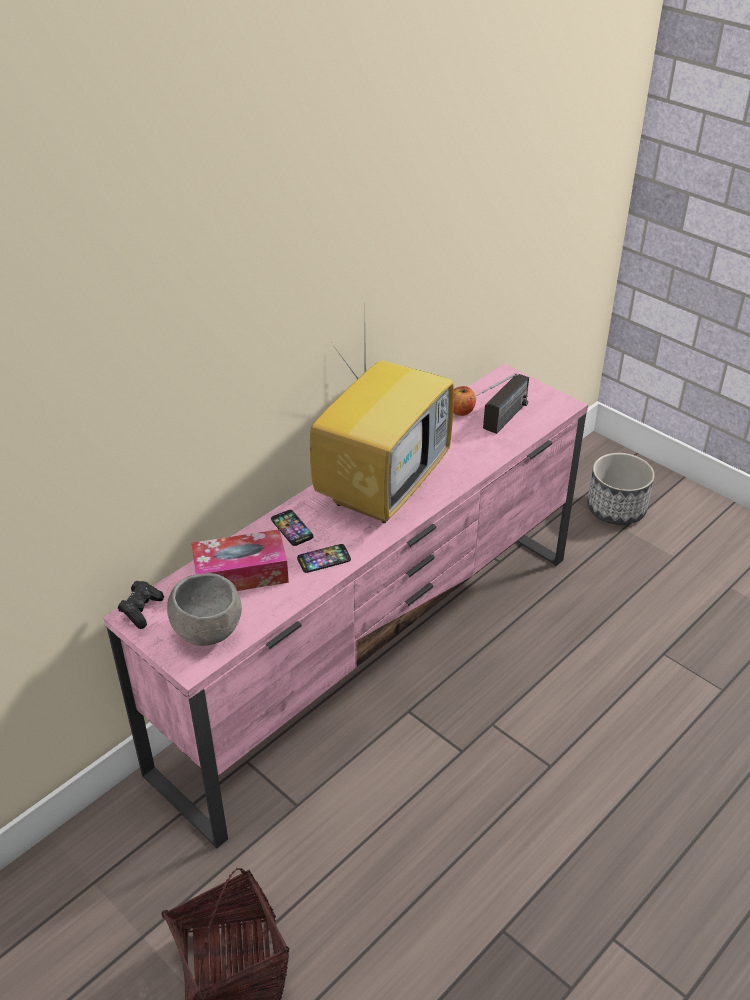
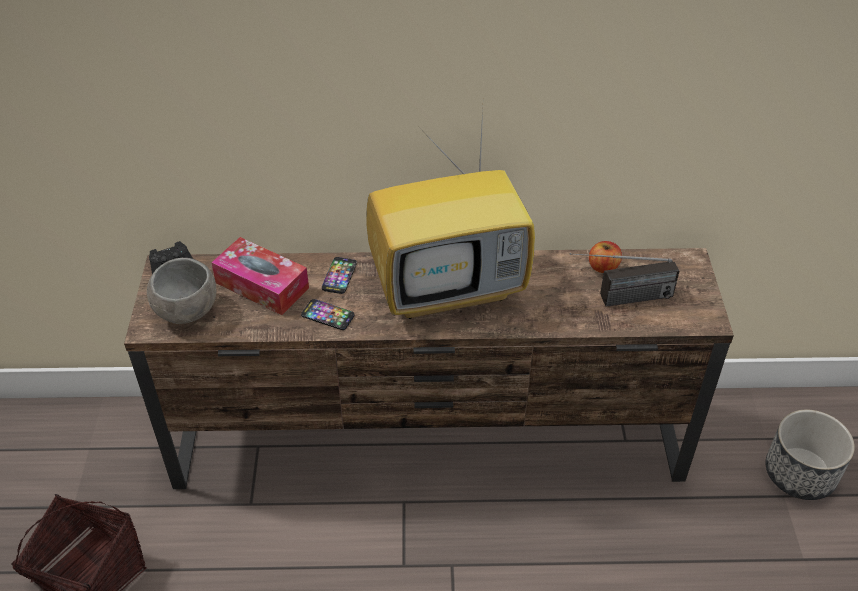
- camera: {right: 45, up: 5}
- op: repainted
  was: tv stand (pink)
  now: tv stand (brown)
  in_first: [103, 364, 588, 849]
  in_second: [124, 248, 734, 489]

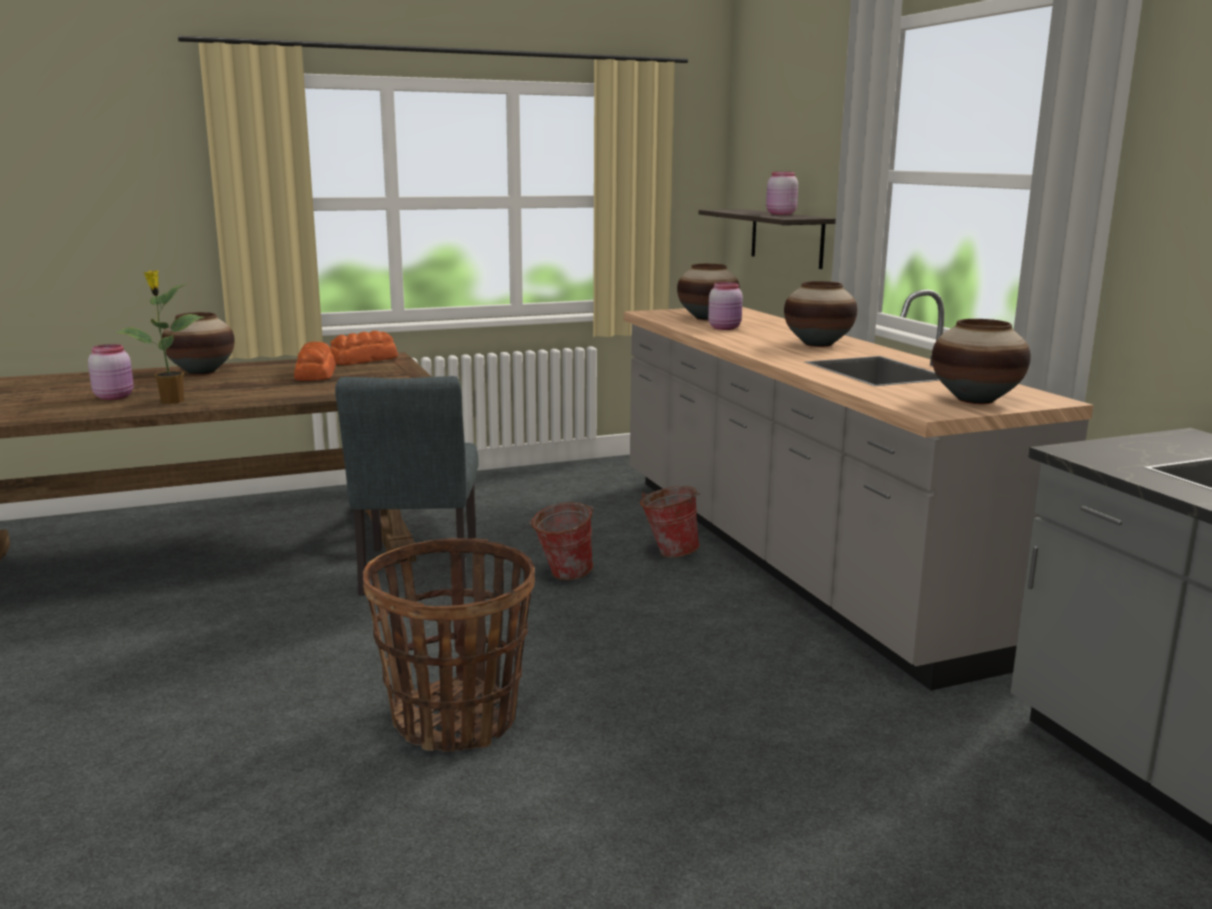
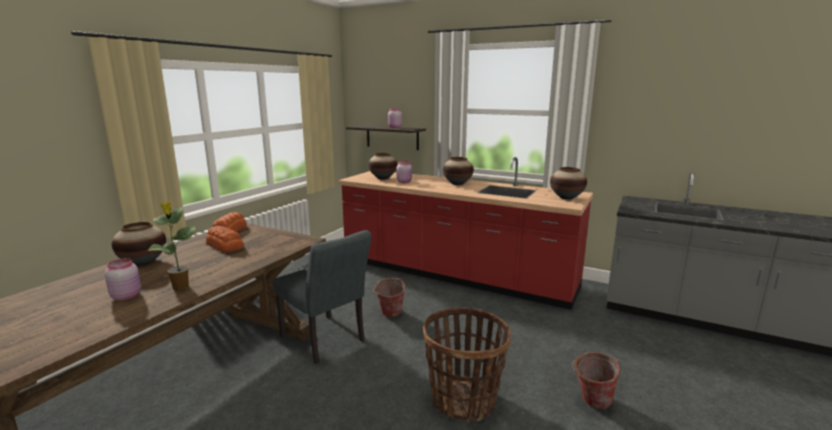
- camera: {right: -40, up: 0}
- op: shifted
  was: bucket
  in_first: [640, 486, 700, 558]
  in_second: [572, 352, 621, 409]
- op: repainted
  was: counter (grey)
  now: counter (red)
  in_first: [624, 289, 1094, 690]
  in_second: [338, 157, 593, 310]

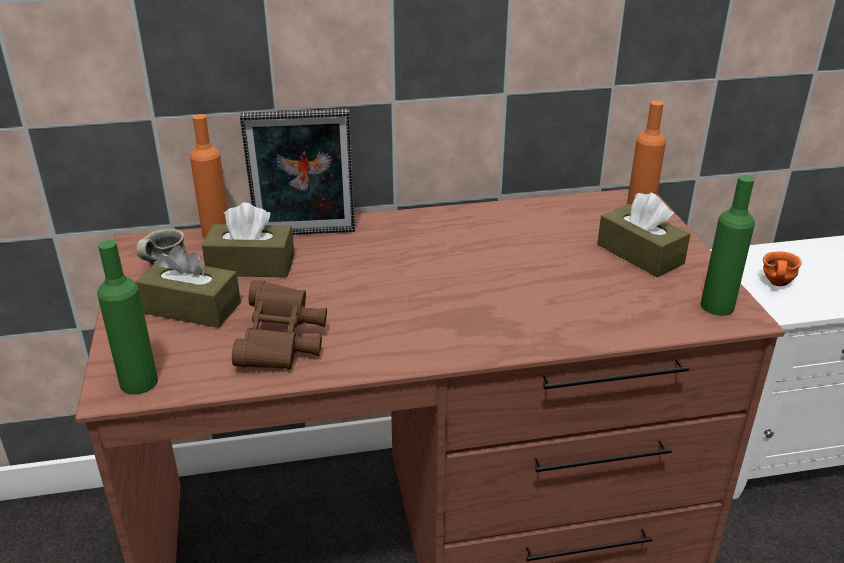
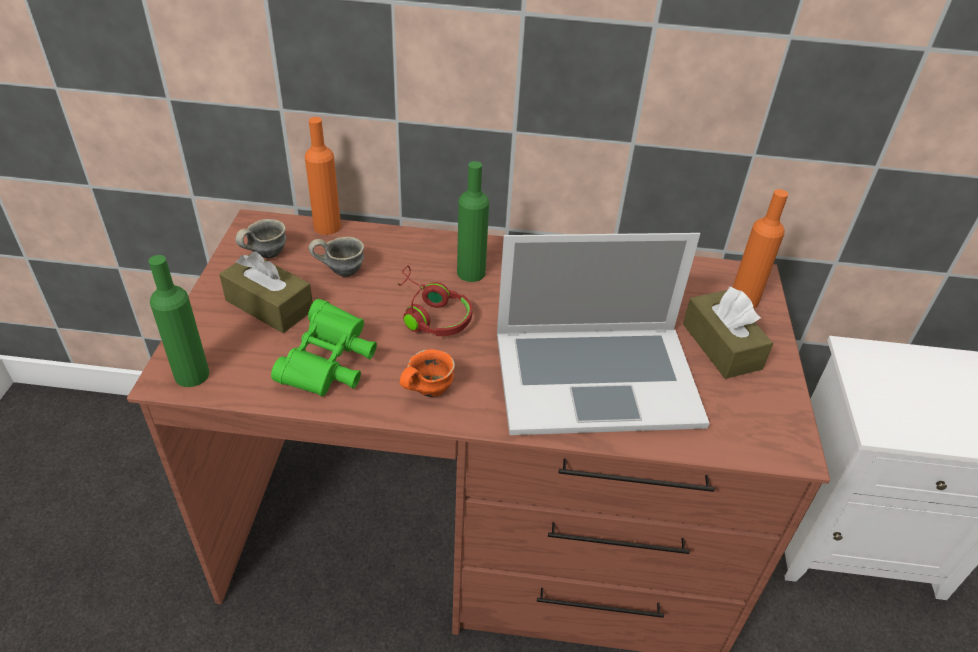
- camera: {right: 15, up: 10}
- op: gone
  was: picture frame
  in_first: [240, 109, 355, 235]
- op: new
  now: headphones (red)
  in_second: [397, 266, 473, 336]
- op: new
  now: laptop
  in_second: [497, 233, 710, 435]
- op: shifted
  was: bottle (green)
  in_first: [701, 175, 755, 316]
  in_second: [457, 161, 489, 282]
- op: shifted
  was: mug (orange)
  in_first: [763, 251, 802, 286]
  in_second: [400, 349, 455, 397]
- op: swapped
  was: tissue box (brown)
  now: mug (grey)
  in_first: [202, 203, 294, 277]
  in_second: [309, 237, 364, 277]
- op: repainted
  was: binoculars (brown)
  now: binoculars (green)
  in_first: [232, 280, 327, 370]
  in_second: [271, 299, 377, 396]

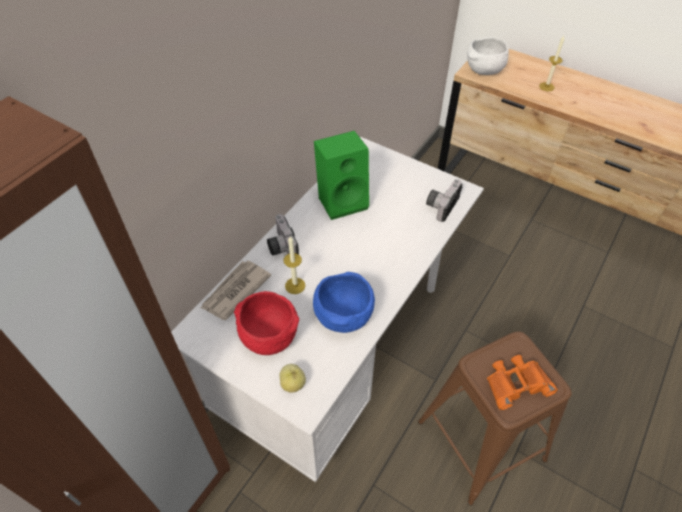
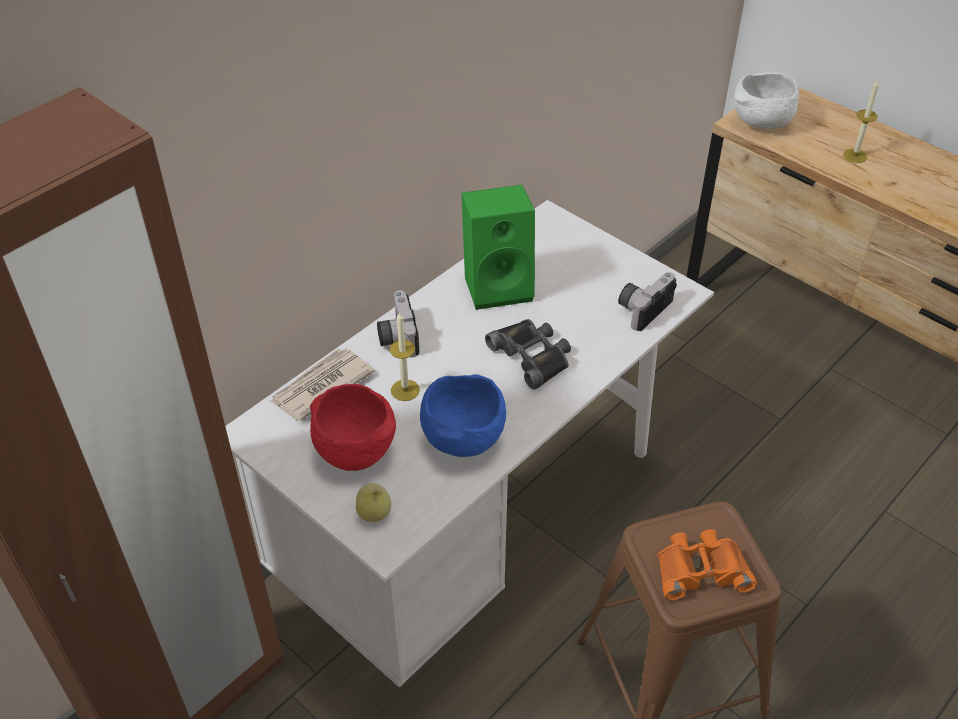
- camera: {right: 10, up: -5}
- op: new
  now: binoculars (black)
  in_second: [485, 319, 571, 390]

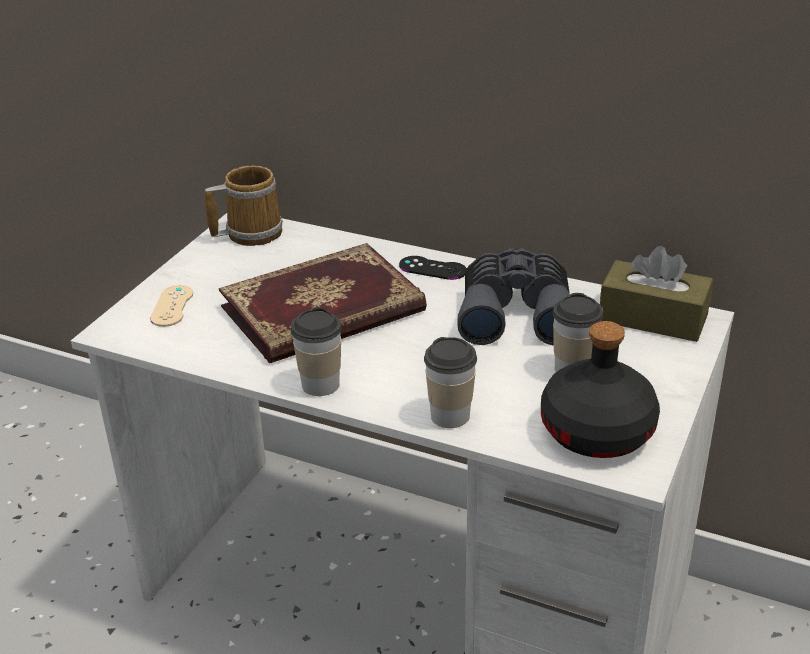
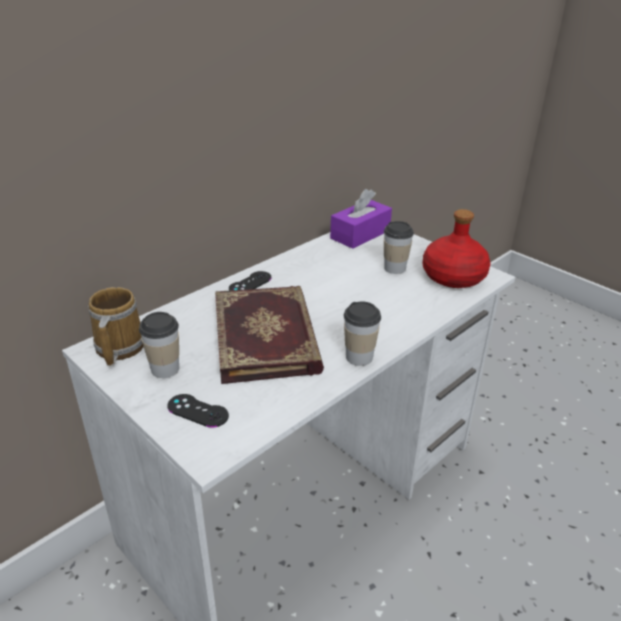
- camera: {right: -70, up: 0}
- op: gone
  was: binoculars (grey)
  in_first: [458, 247, 570, 346]
- op: shifted
  was: cup
  in_first: [424, 337, 477, 428]
  in_second: [139, 312, 179, 378]
- op: repainted
  was: game controller (beige)
  now: game controller (black)
  in_first: [150, 285, 193, 327]
  in_second: [167, 394, 229, 428]
- op: repainted
  was: bottle (black)
  now: bottle (red)
  in_first: [541, 321, 660, 458]
  in_second: [423, 209, 491, 288]
- op: repainted
  was: tissue box (brown)
  now: tissue box (purple)
  in_first: [600, 246, 713, 342]
  in_second: [330, 189, 392, 249]

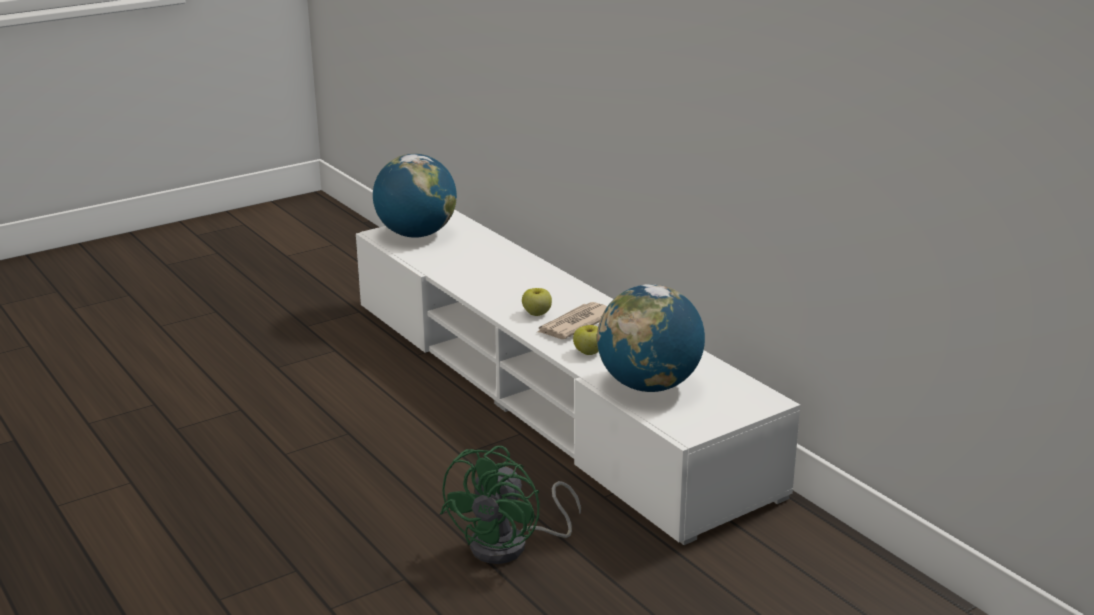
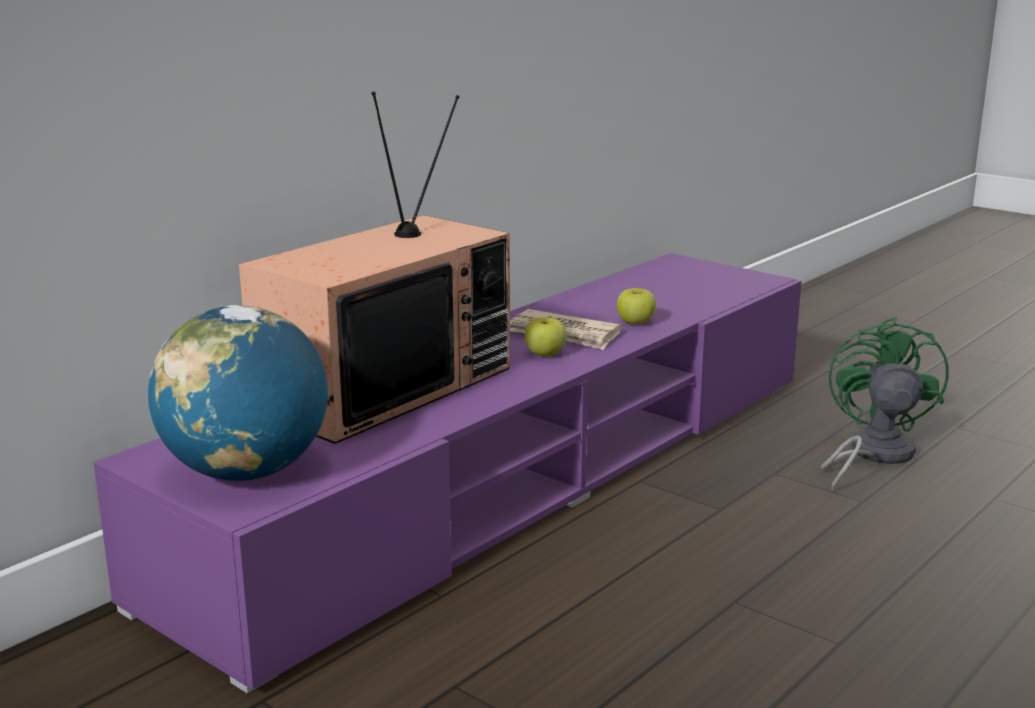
- camera: {right: -105, up: -5}
- op: gone
  was: globe
  in_first: [597, 284, 705, 392]
- op: new
  now: television
  in_second: [239, 91, 510, 444]
- op: repainted
  was: tv stand (white)
  now: tv stand (purple)
  in_first: [356, 210, 800, 545]
  in_second: [93, 253, 801, 693]
- op: rotated
  was: fan (green)
  in_first: [440, 446, 581, 564]
  in_second: [821, 317, 949, 491]
  clockwise: -90

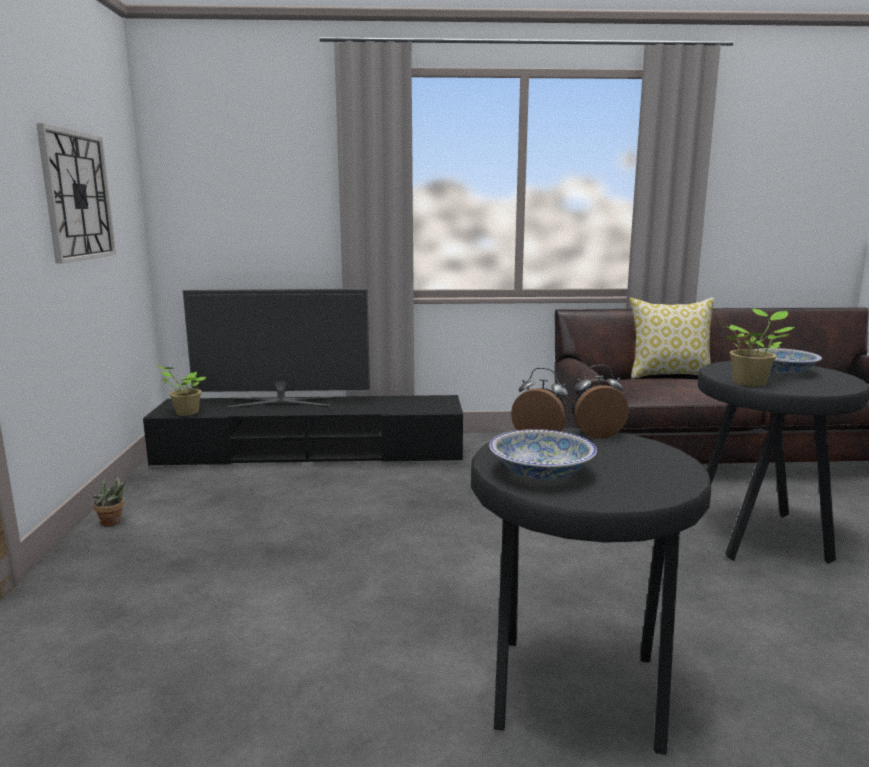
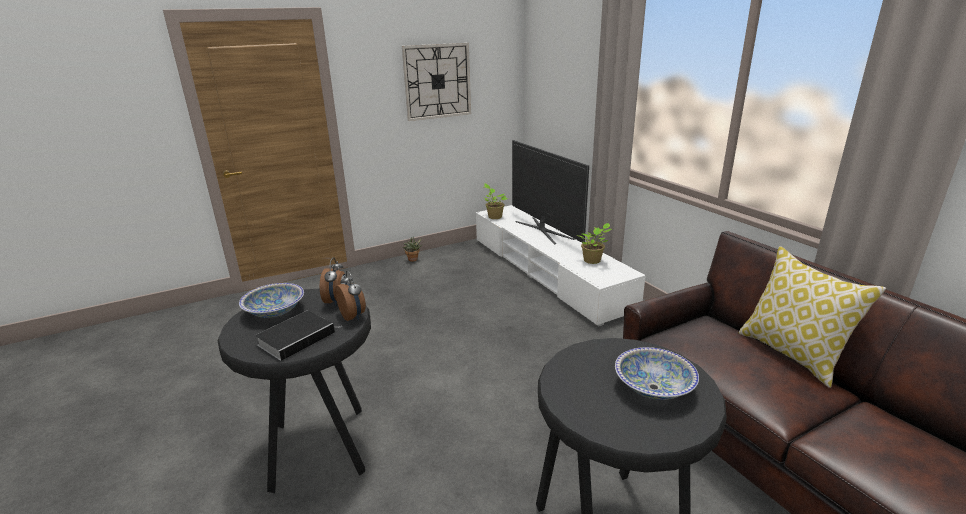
- camera: {right: 65, up: 10}
- op: new
  now: book
  in_second: [255, 310, 340, 361]
- op: shifted
  was: potted plant
  in_first: [724, 308, 794, 386]
  in_second: [576, 223, 612, 264]
- op: repainted
  was: tv stand (black)
  now: tv stand (white)
  in_first: [143, 395, 463, 467]
  in_second: [476, 205, 646, 326]

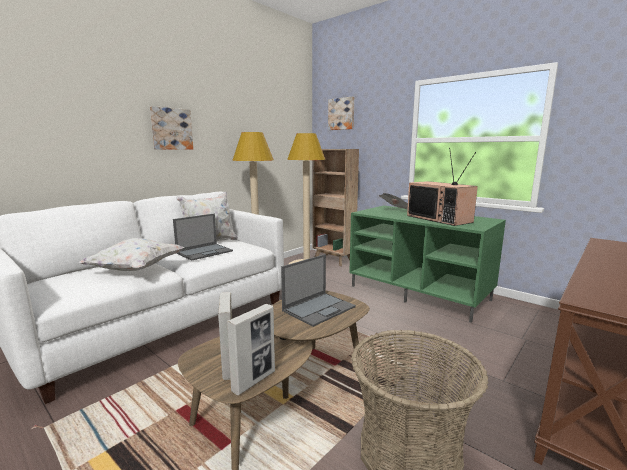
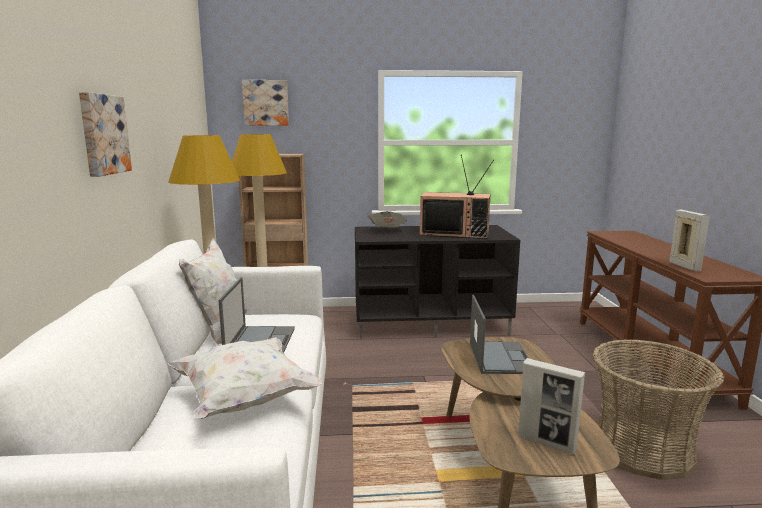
- camera: {right: -45, up: 0}
- op: shifted
  was: picture frame
  in_first: [227, 304, 275, 396]
  in_second: [669, 210, 710, 272]
- op: repainted
  was: tv stand (green)
  now: tv stand (black)
  in_first: [349, 205, 506, 323]
  in_second: [355, 225, 520, 339]

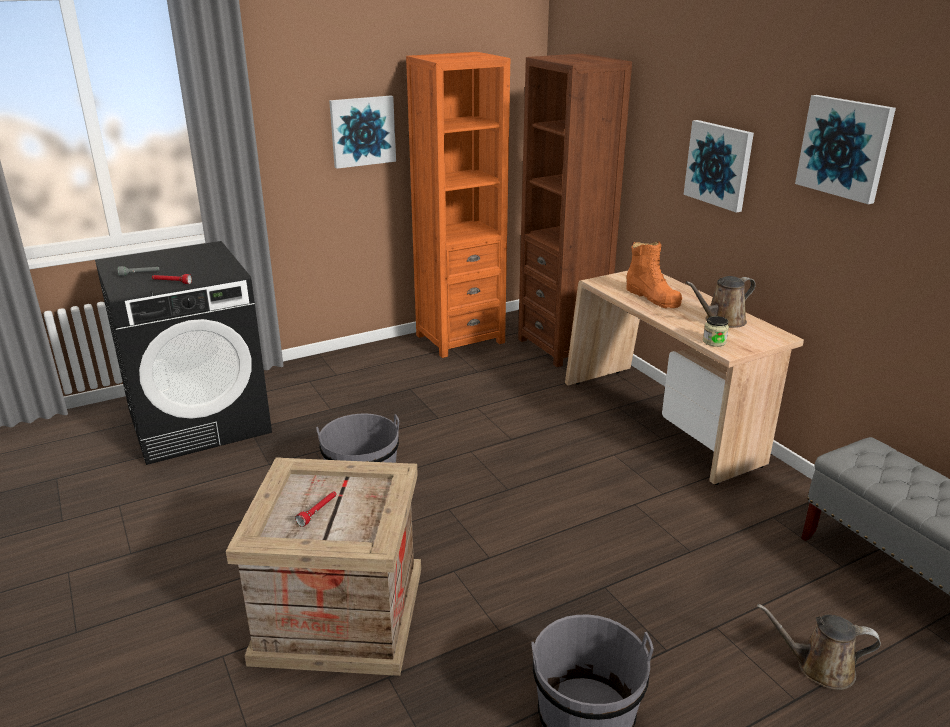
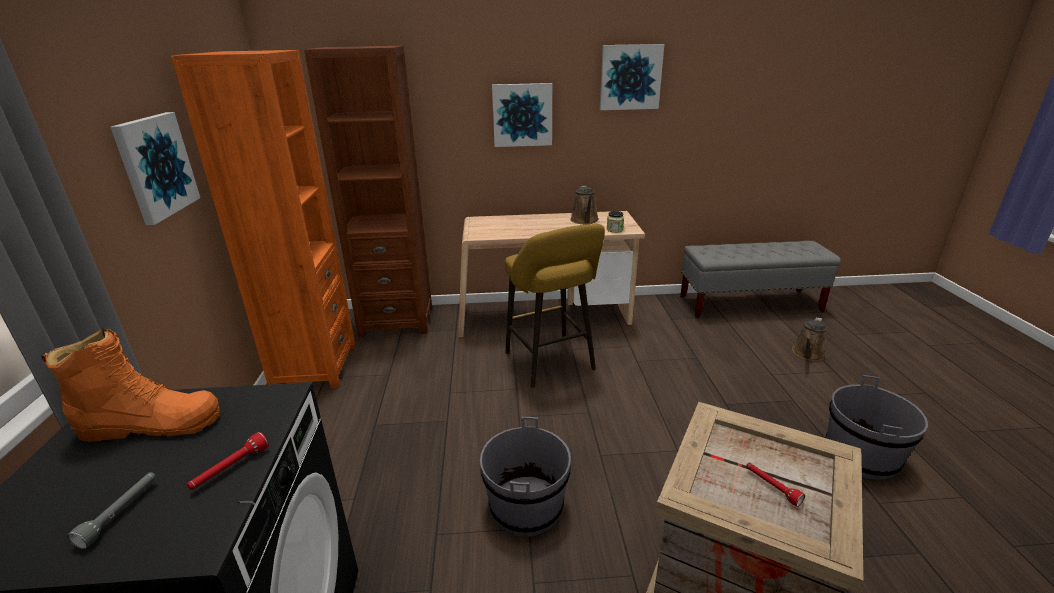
- camera: {right: -65, up: 0}
- op: new
  now: stool (yellow)
  in_second: [505, 224, 605, 388]
- op: shifted
  was: boot (orange)
  in_first: [626, 241, 682, 308]
  in_second: [41, 328, 220, 442]

